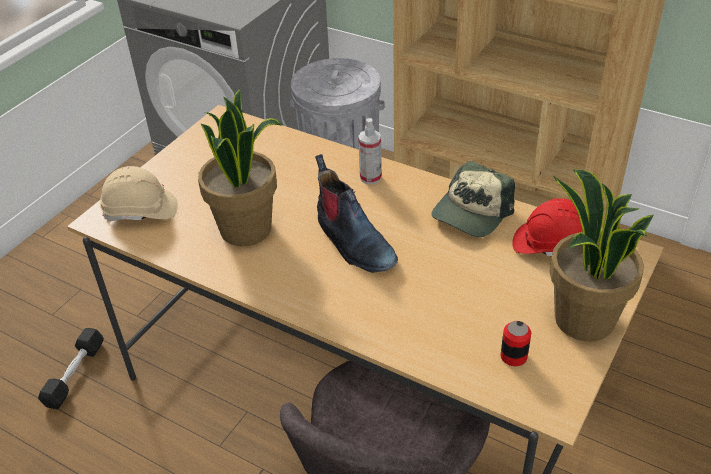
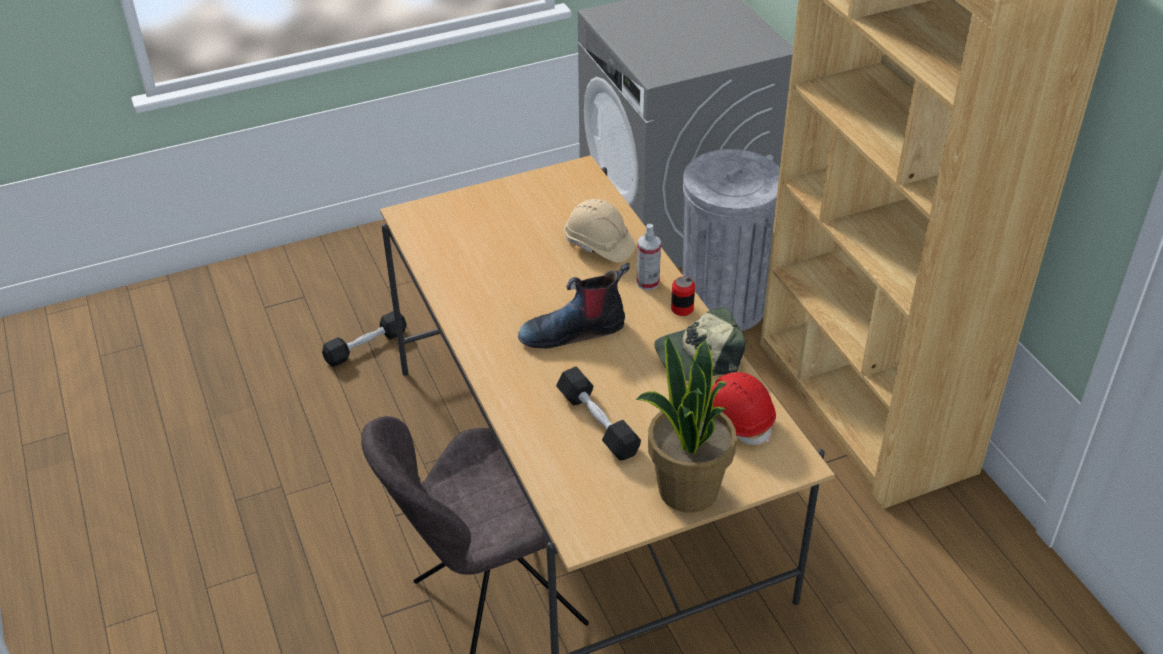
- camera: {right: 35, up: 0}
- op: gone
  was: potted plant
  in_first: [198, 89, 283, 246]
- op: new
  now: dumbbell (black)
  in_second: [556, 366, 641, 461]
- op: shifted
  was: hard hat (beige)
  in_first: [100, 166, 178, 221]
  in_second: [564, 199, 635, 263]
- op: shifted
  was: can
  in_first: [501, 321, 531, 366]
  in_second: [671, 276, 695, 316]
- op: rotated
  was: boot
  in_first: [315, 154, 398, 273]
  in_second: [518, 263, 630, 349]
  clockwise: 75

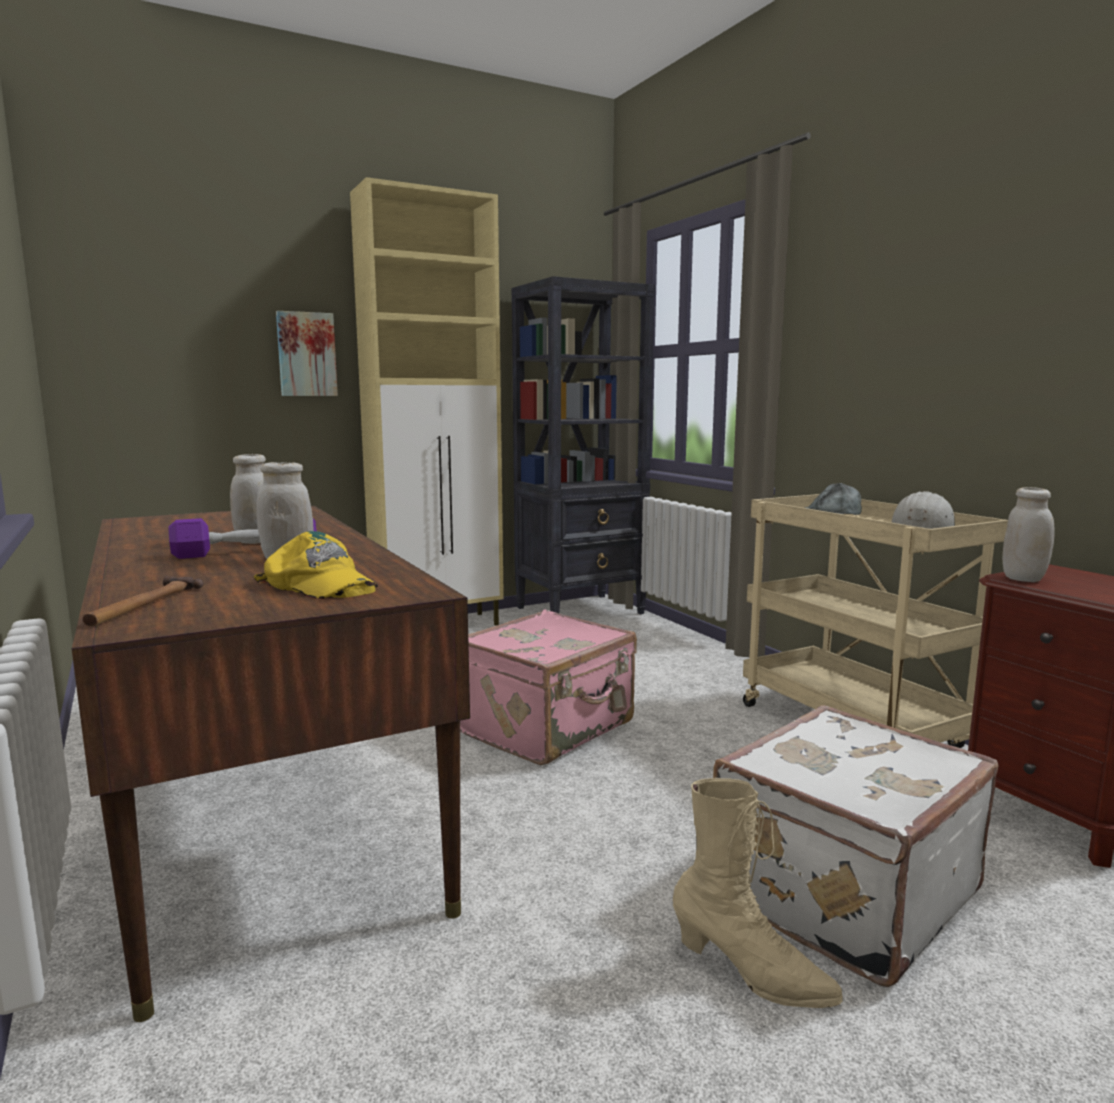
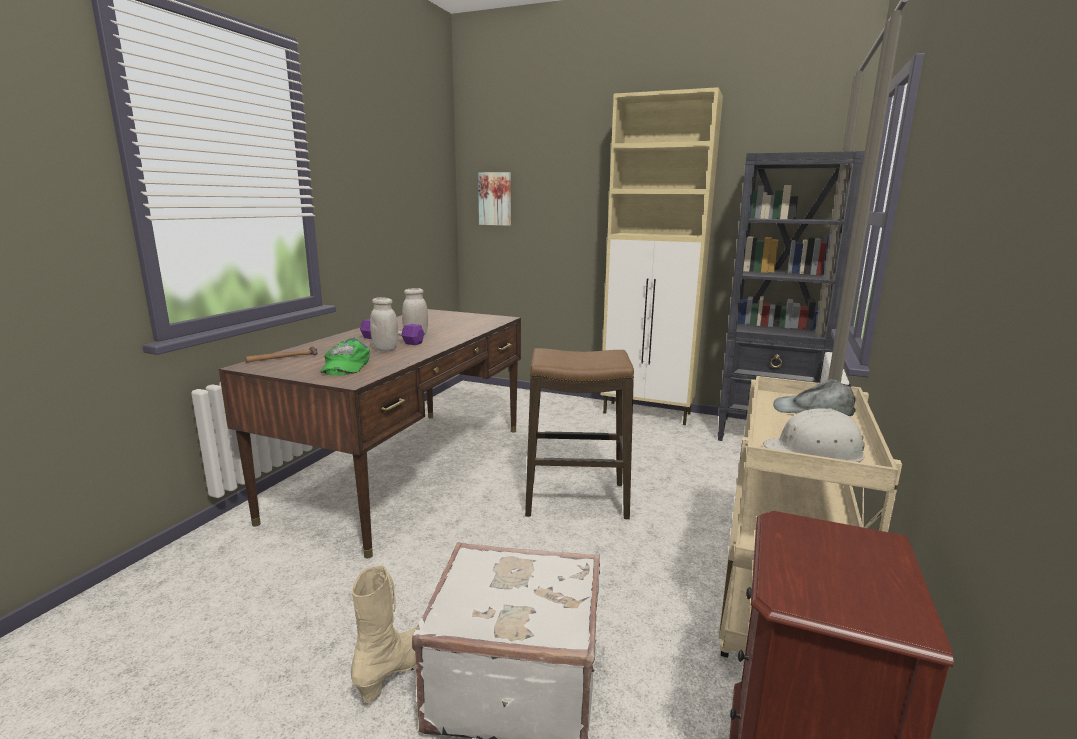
- camera: {right: 50, up: 5}
- op: gone
  was: jar (white)
  in_first: [1003, 487, 1054, 582]
- op: shifted
  was: picture
  in_first: [276, 311, 338, 396]
  in_second: [478, 172, 511, 226]
- op: swapped
  was: suitcase (pink)
  now: stool
  in_first: [460, 609, 637, 765]
  in_second: [525, 348, 634, 520]
- op: repainted
  was: cap (yellow)
  now: cap (green)
  in_first: [254, 531, 378, 599]
  in_second: [320, 338, 370, 376]
- op: rotated
  was: boot (beige)
  in_first: [673, 778, 843, 1008]
  in_second: [351, 565, 417, 703]
  clockwise: -150

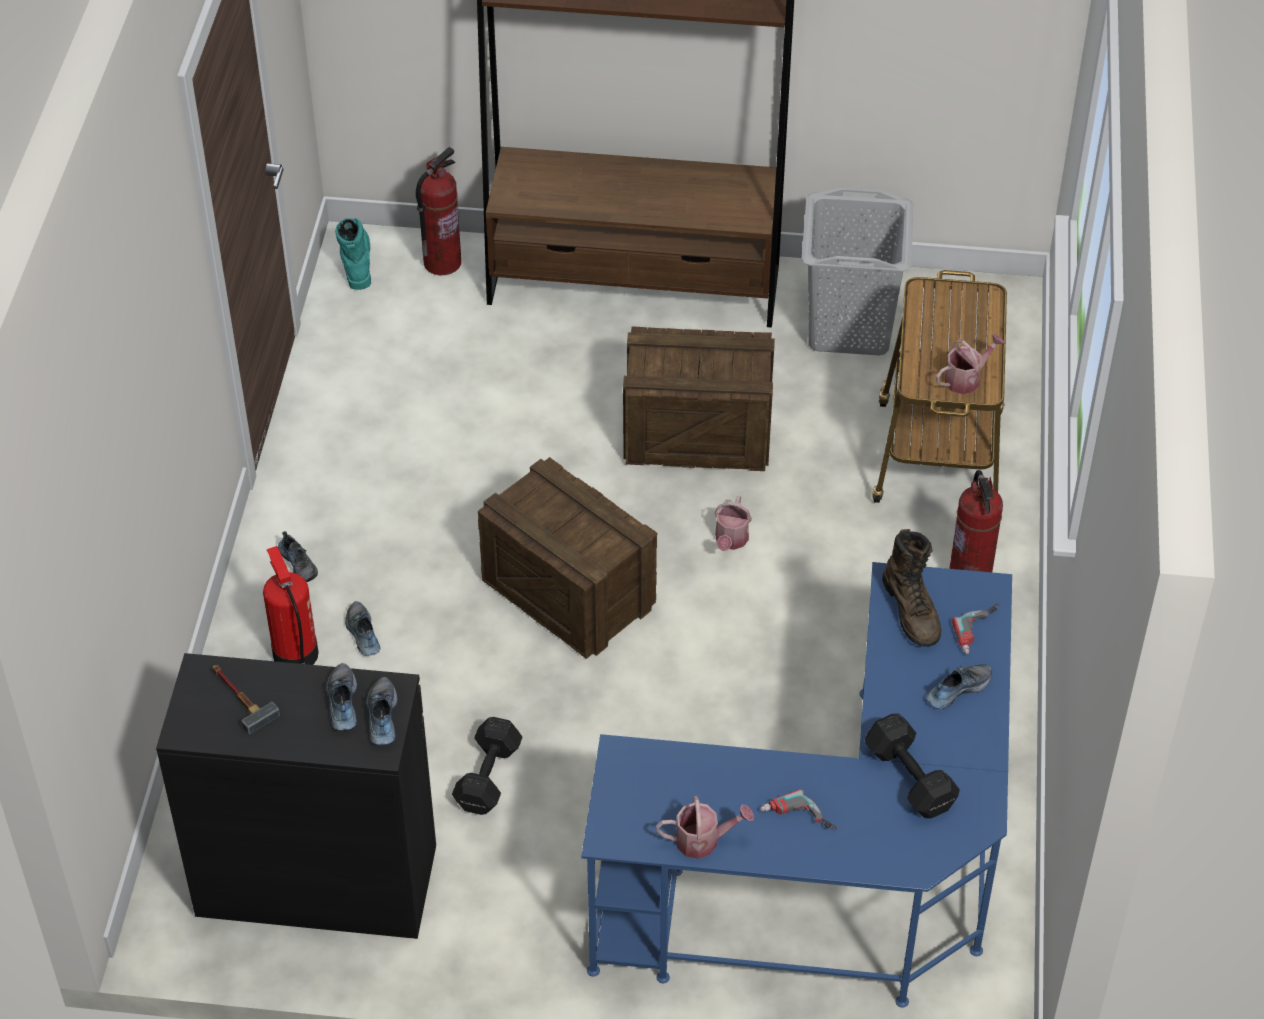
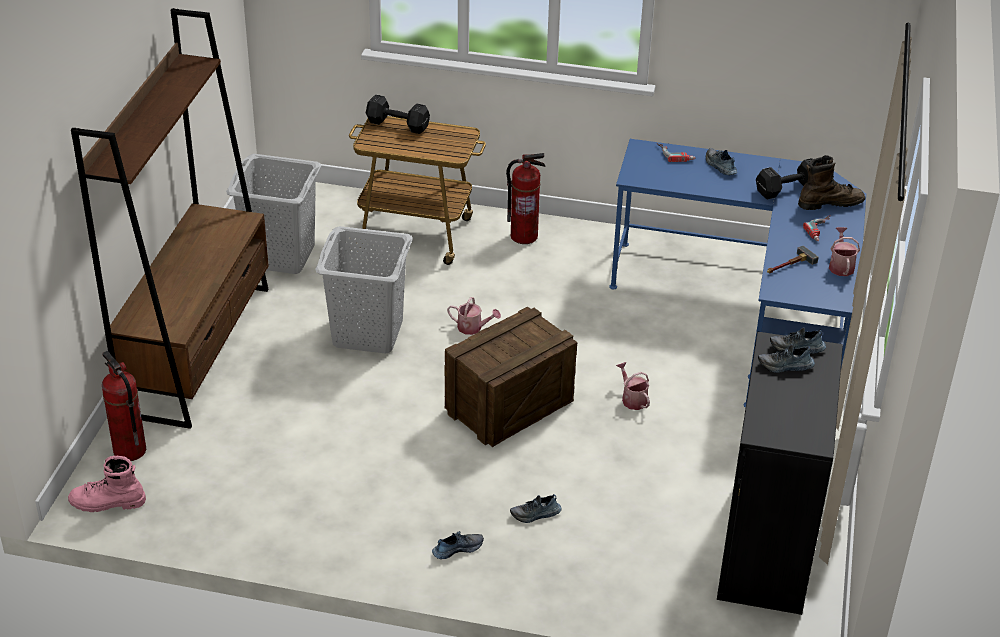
- camera: {right: -85, up: -10}
- op: gone
  was: fire extinguisher
  in_first: [263, 546, 319, 665]
- op: shifted
  was: hammer
  in_first: [213, 665, 280, 734]
  in_second: [767, 246, 819, 273]
- op: shifted
  was: dumbbell (black)
  in_first: [452, 717, 523, 815]
  in_second: [366, 94, 430, 134]
- op: shifted
  was: boot (brown)
  in_first: [882, 529, 941, 647]
  in_second: [798, 155, 865, 210]
- op: shifted
  was: watering can
  in_first: [936, 334, 1005, 394]
  in_second: [616, 362, 650, 410]
- op: swapped
  was: crate
  now: laundry basket (grey)
  in_first: [623, 326, 775, 471]
  in_second: [315, 226, 413, 353]
- op: repainted
  was: boot (turquoise)
  now: boot (pink)
  in_first: [335, 218, 371, 290]
  in_second: [68, 456, 146, 512]

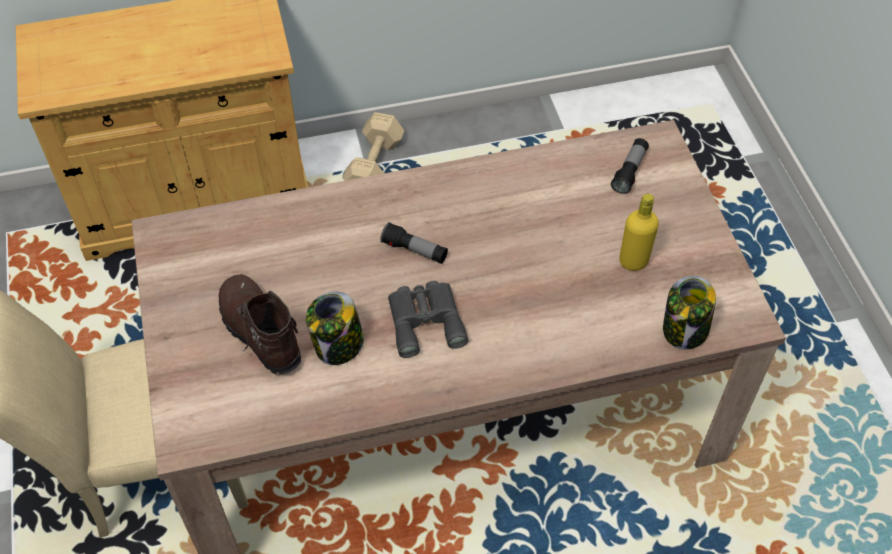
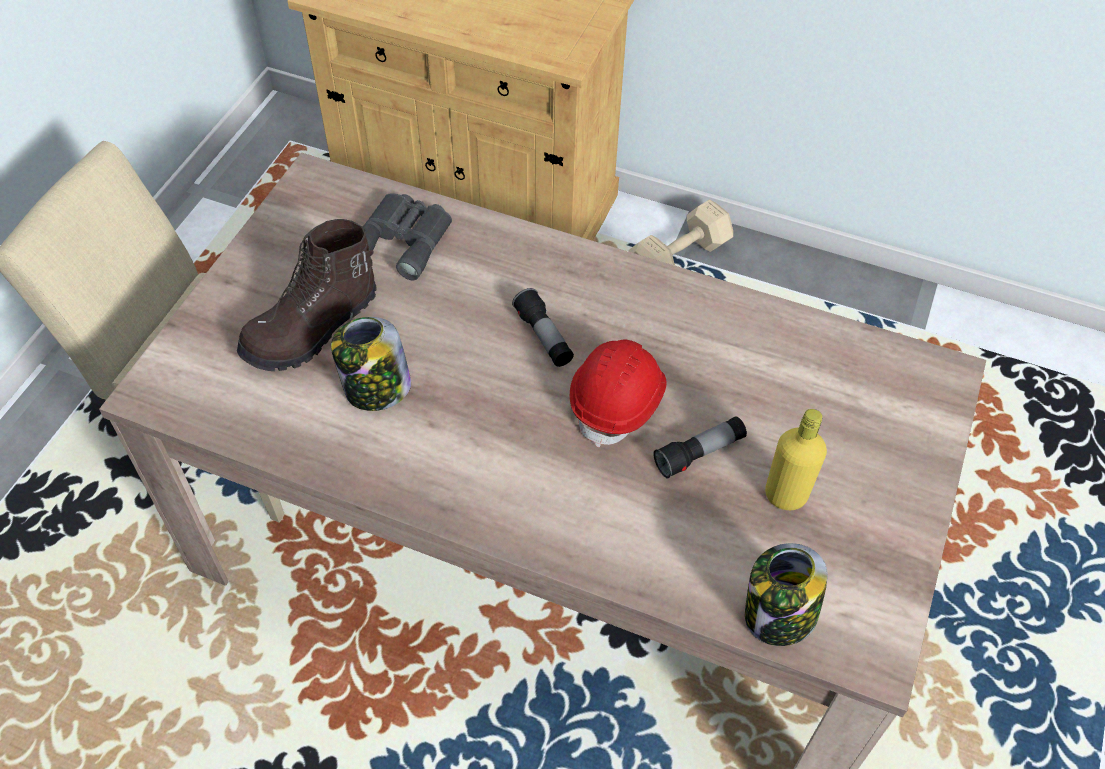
- camera: {right: 35, up: 0}
- op: new
  now: hard hat (red)
  in_second: [570, 339, 667, 448]
- op: shifted
  was: binoculars (grey)
  in_first: [388, 281, 469, 358]
  in_second: [362, 193, 452, 280]
- op: shifted
  was: flashlight
  in_first: [611, 138, 649, 194]
  in_second: [653, 416, 747, 479]
- op: rotated
  was: boot (brown)
  in_first: [219, 274, 301, 375]
  in_second: [237, 219, 377, 371]
  clockwise: -135

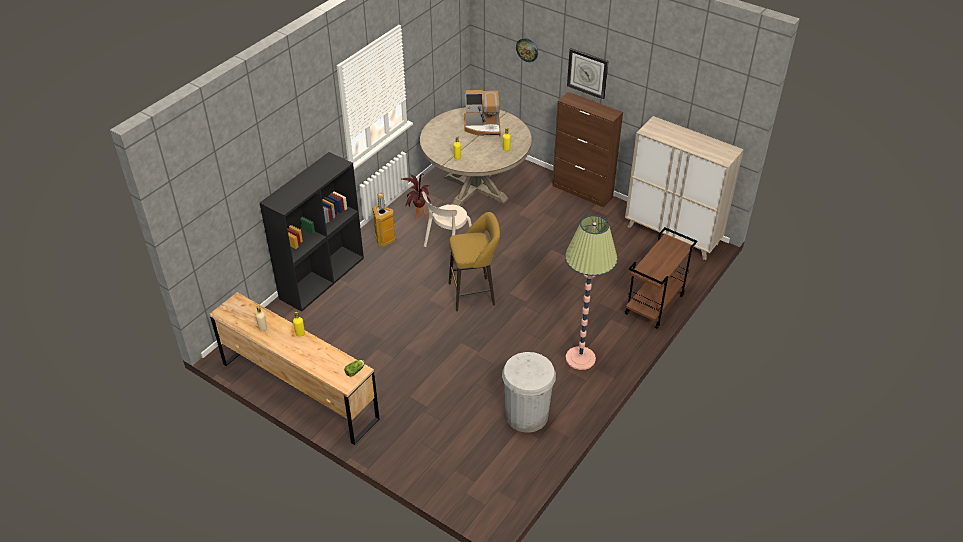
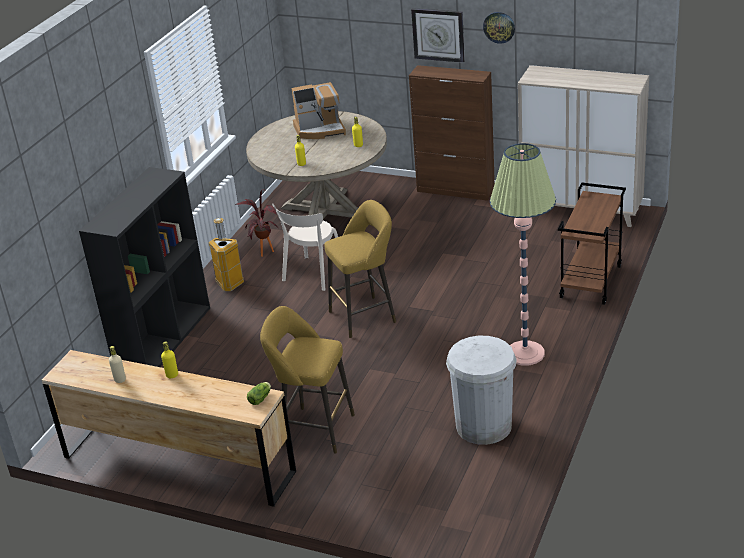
- camera: {right: -10, up: -10}
- op: new
  now: stool (yellow)
  in_second: [260, 306, 355, 453]
- op: shifted
  was: wall clock
  in_first: [516, 38, 538, 62]
  in_second: [483, 12, 515, 44]

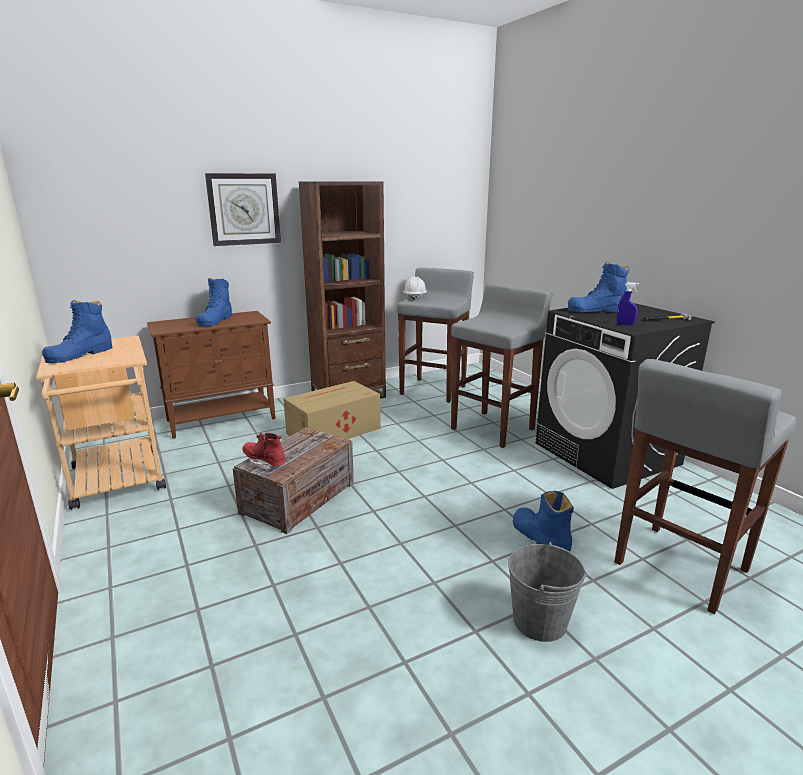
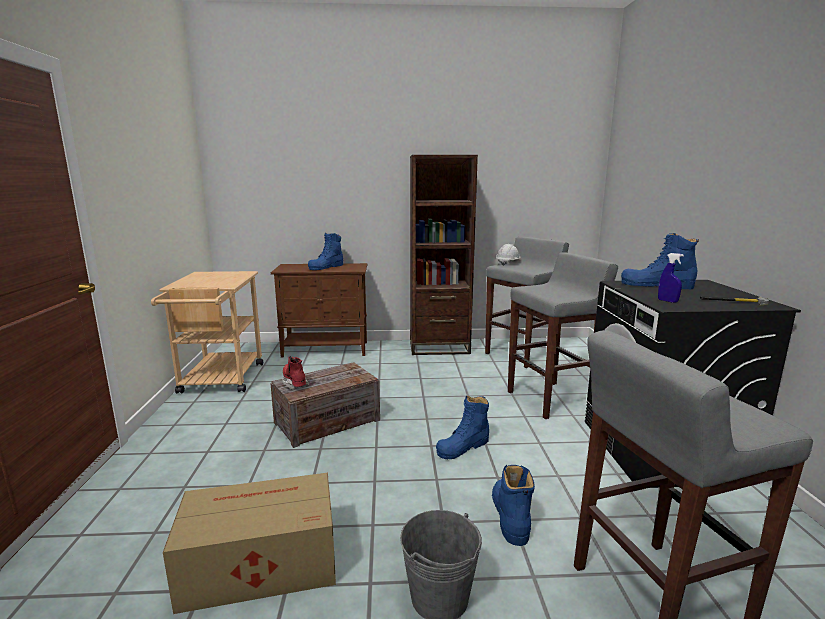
- camera: {right: 25, up: -5}
- op: gone
  was: wall clock
  in_first: [205, 173, 281, 246]
- op: shifted
  was: boot (blue)
  in_first: [42, 300, 112, 363]
  in_second: [436, 396, 489, 459]
- op: shifted
  was: cardboard box
  in_first: [283, 381, 381, 439]
  in_second: [163, 473, 336, 614]

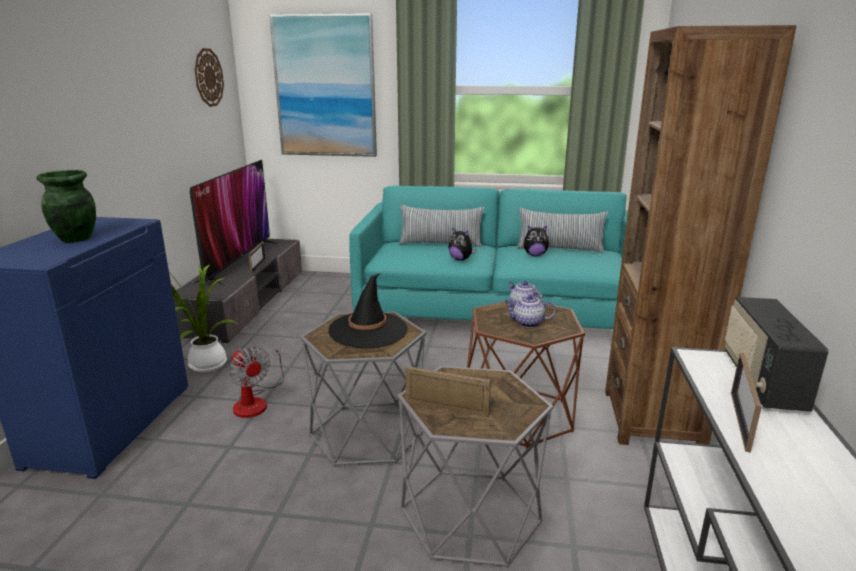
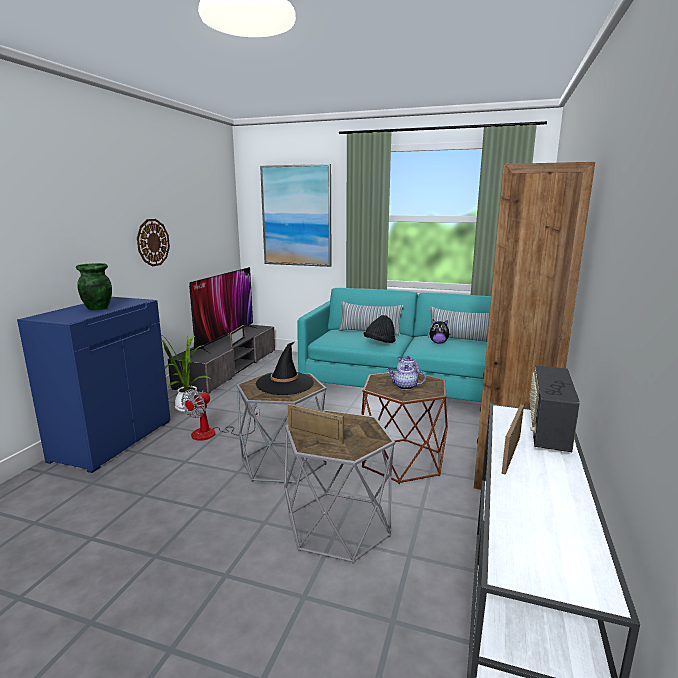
- camera: {right: 10, up: -5}
- op: shifted
  was: wall clock
  in_first: [195, 48, 224, 107]
  in_second: [137, 219, 170, 267]
- op: swapped
  was: plush toy
  now: hat (black)
  in_first: [448, 228, 477, 261]
  in_second: [364, 315, 396, 343]
- op: rotated
  was: fan
  in_first: [229, 344, 284, 418]
  in_second: [181, 389, 260, 441]
  clockwise: 60

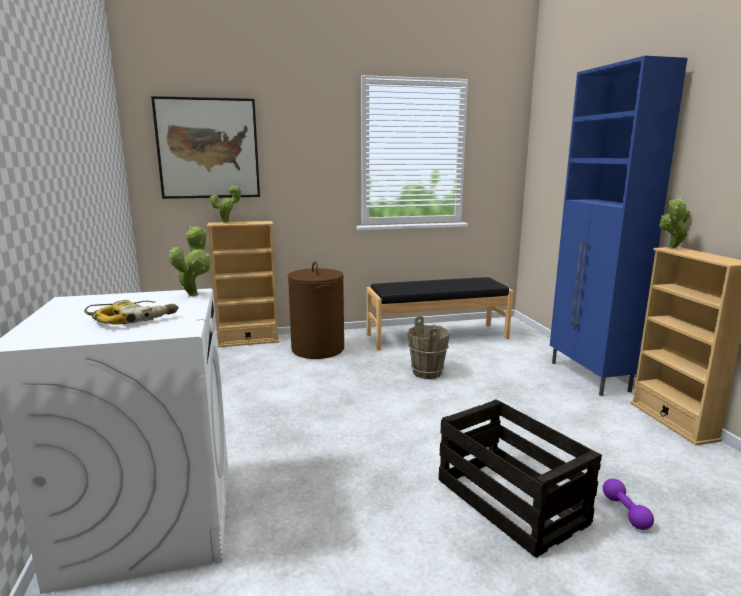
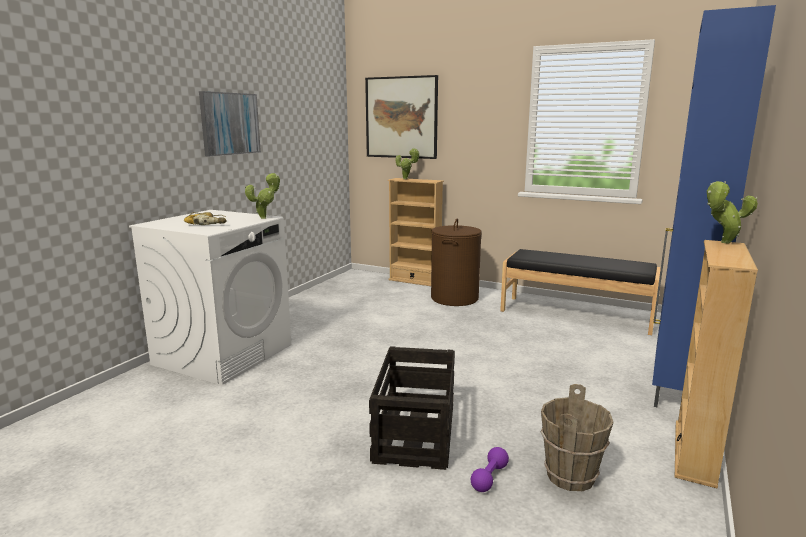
- camera: {right: 40, up: 0}
- op: new
  now: picture
  in_second: [199, 91, 261, 156]
- op: shifted
  was: bucket (brown)
  in_first: [407, 316, 450, 379]
  in_second: [541, 384, 614, 491]

